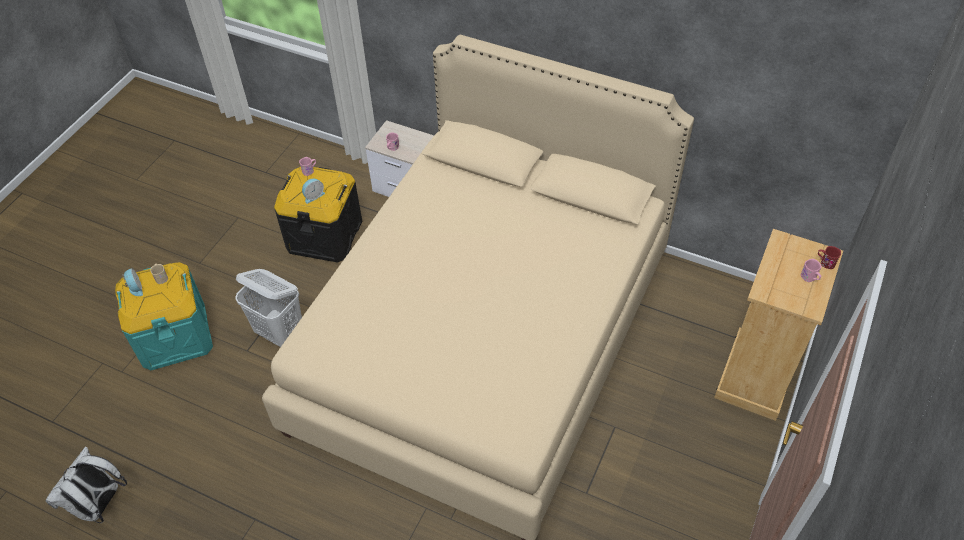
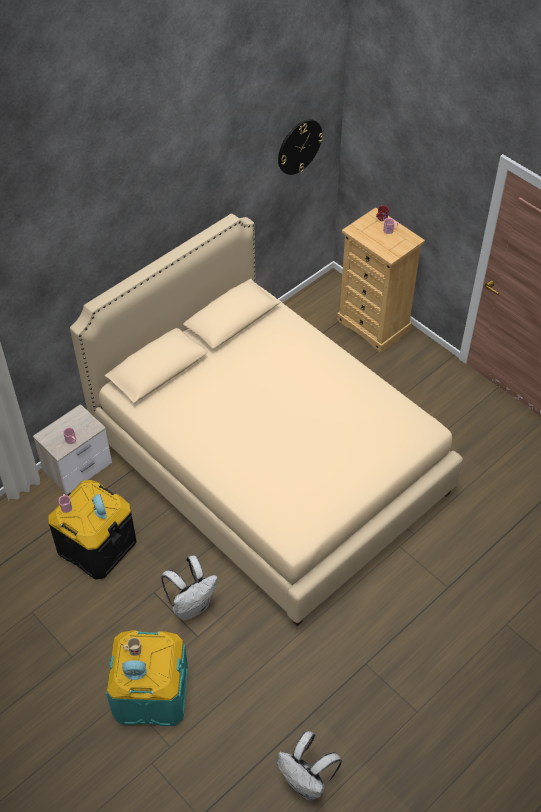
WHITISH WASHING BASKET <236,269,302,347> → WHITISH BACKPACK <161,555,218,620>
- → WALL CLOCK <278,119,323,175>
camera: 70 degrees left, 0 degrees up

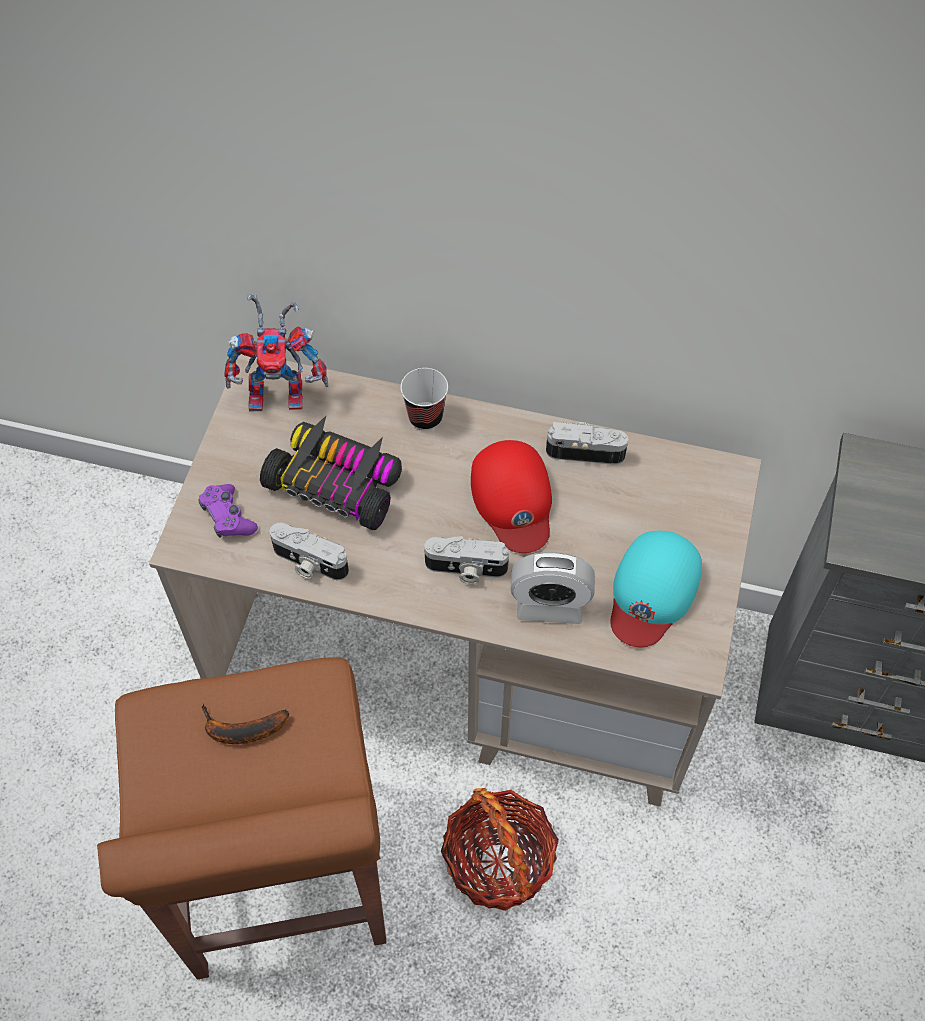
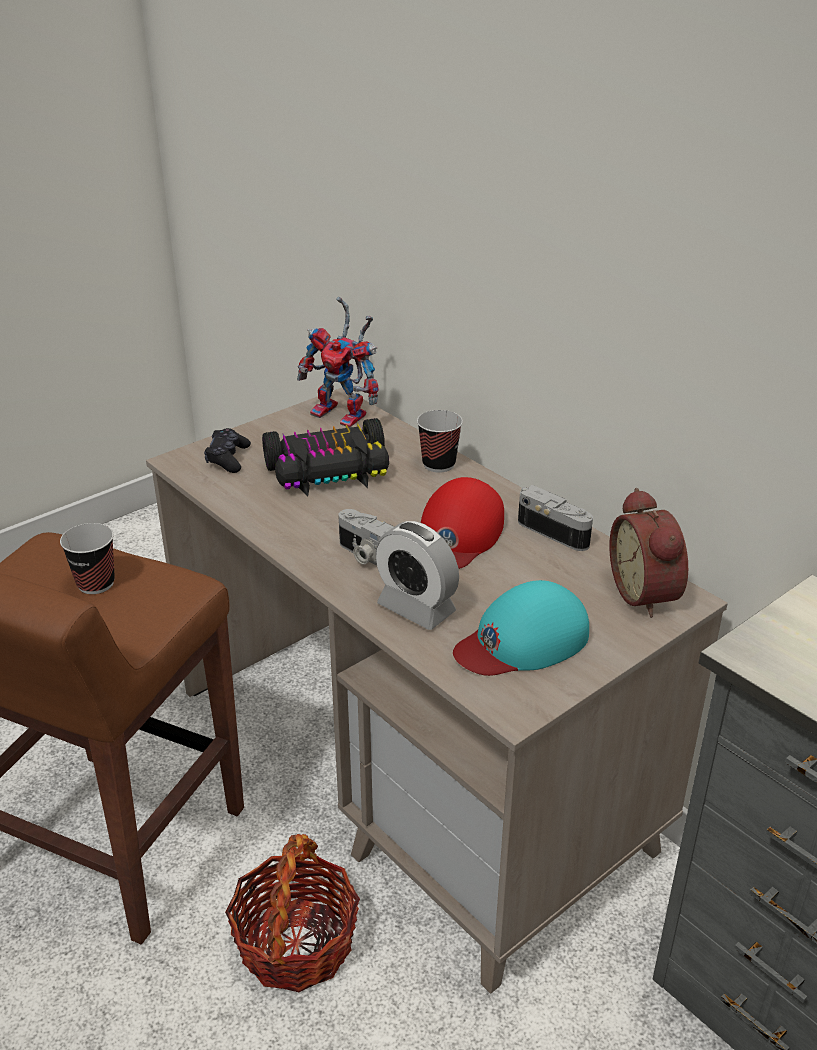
BANANA FRUIT <202,703,289,744> → SMALL CUP <60,523,115,594>
PURPLE-COLOURED GAME CONTROLLER <198,484,258,538> → BLACK GAME CONTROLLER <204,428,251,473>
MODEL CAR <260,416,402,530> → MODEL CAR <262,418,389,497>, 105 degrees clockwise
- → ALARM CLOCK <609,488,688,618>
STILL CAMERA <270,523,349,580> → -
camera: 35 degrees right, 25 degrees down

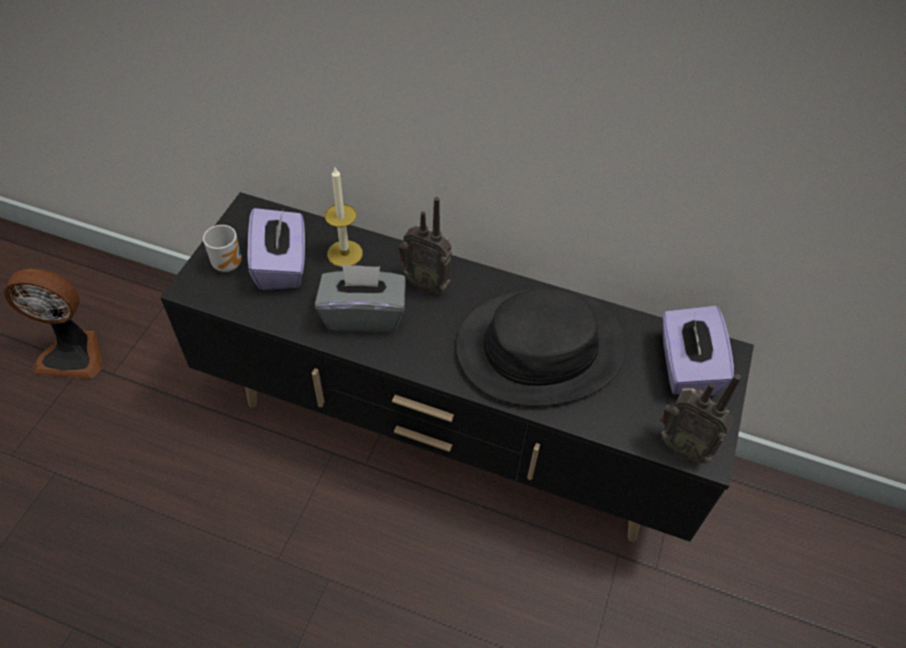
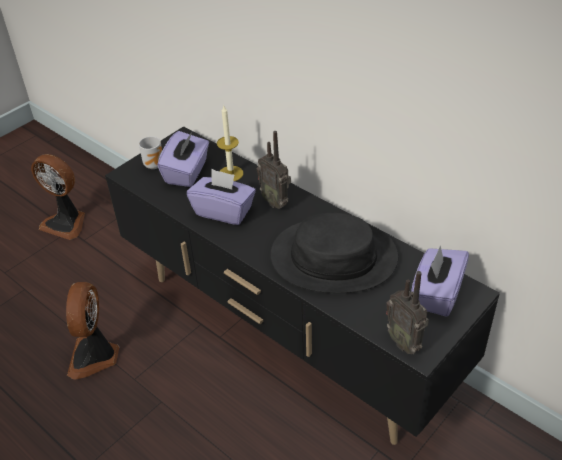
- → ELECTRIC FAN <66,282,119,380>
GREY TISSUE BOX <315,264,406,332> → PURPLE-COLOURED TISSUE BOX <187,169,256,225>
camera: 25 degrees right, 10 degrees down

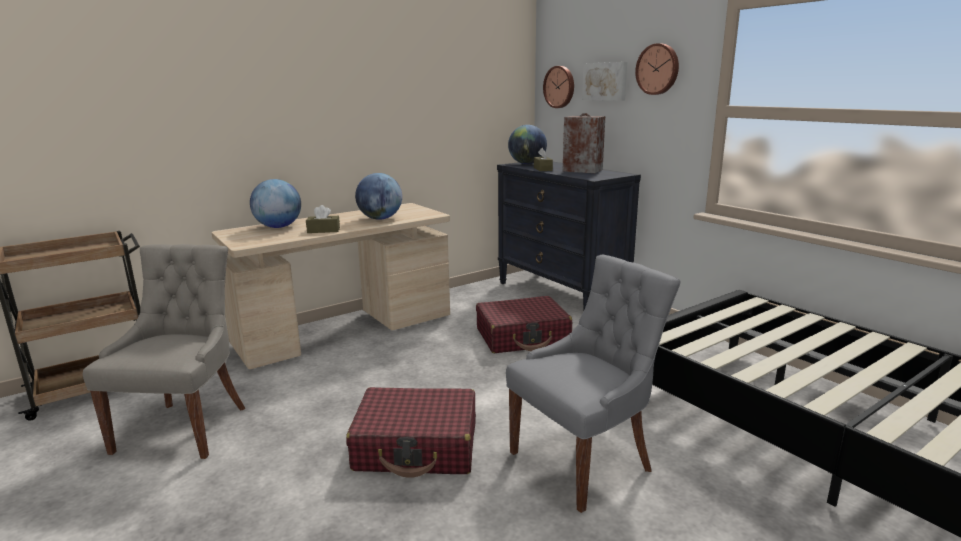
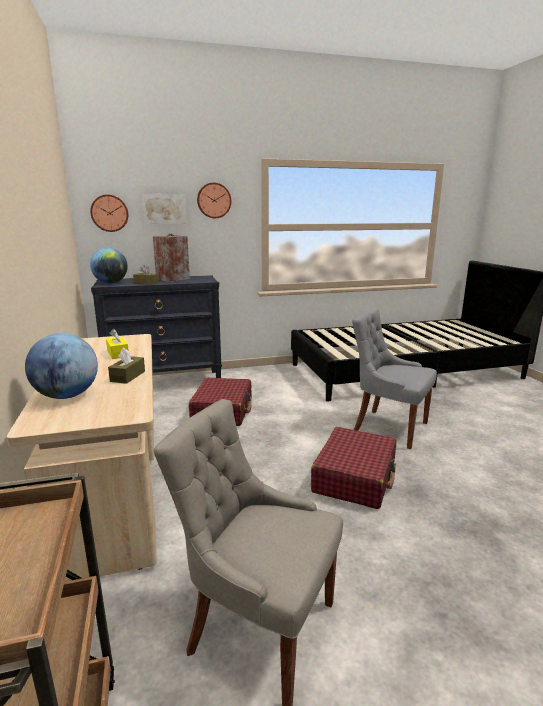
GLOBE <355,173,402,220> → YELLOW TISSUE BOX <106,329,129,359>
GREY PLAIN CHAIR <506,255,681,513> → GREY PLAIN CHAIR <352,308,437,449>, 45 degrees counterclockwise
camera: 70 degrees left, 0 degrees up

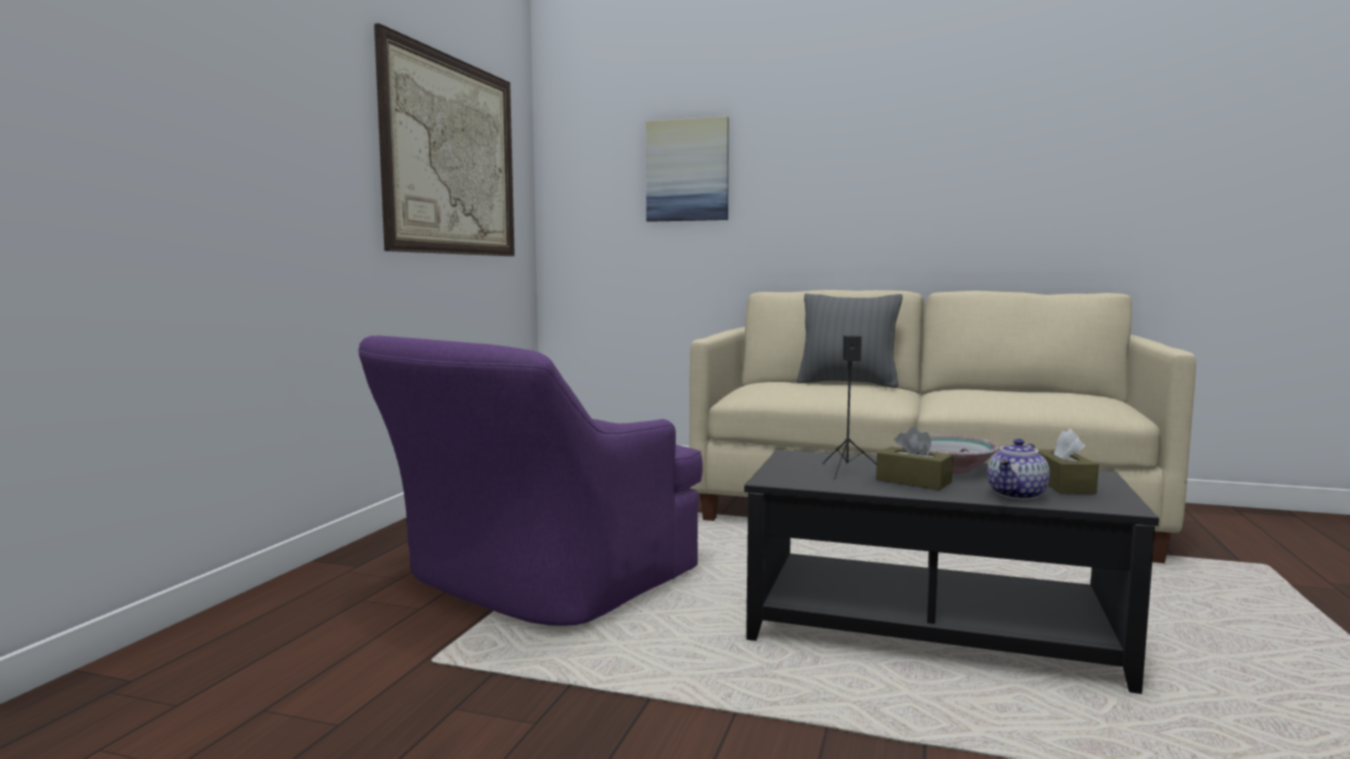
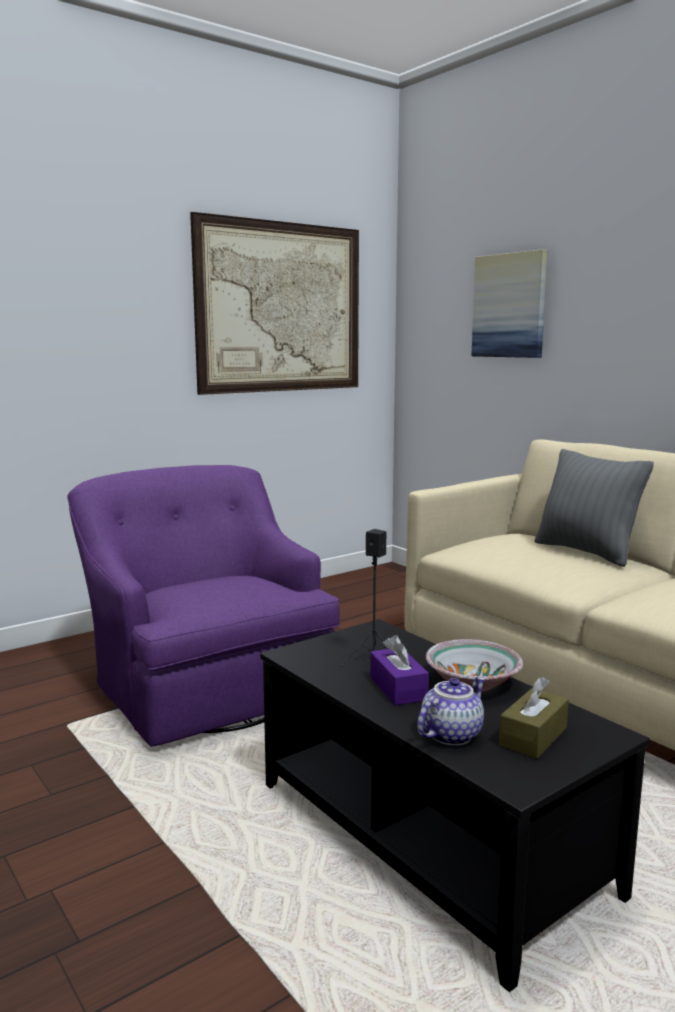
PURPLE-COLOURED EASY CHAIR <358,335,703,626> → PURPLE-COLOURED EASY CHAIR <67,465,340,747>, 75 degrees clockwise
BROWN TISSUE BOX <876,427,953,490> → PURPLE-COLOURED TISSUE BOX <370,635,429,705>
TEAPOT <987,439,1050,500> → TEAPOT <417,677,486,746>, 150 degrees clockwise
camera: 35 degrees right, 5 degrees up

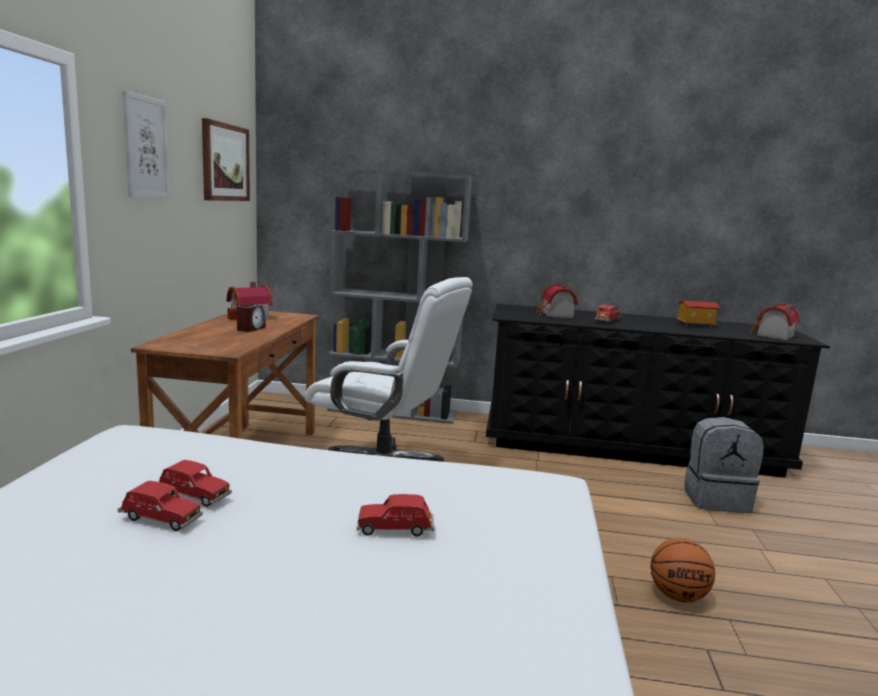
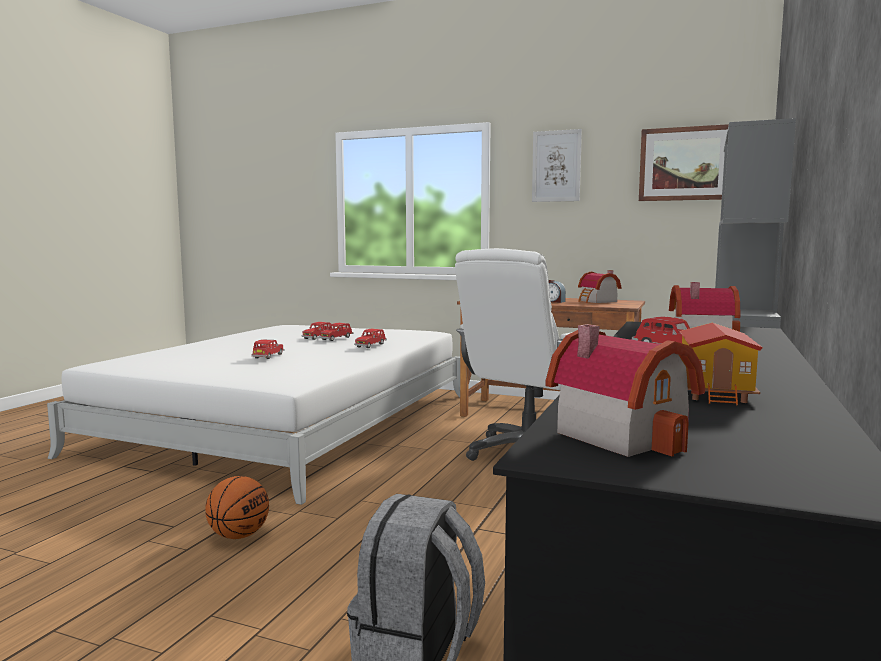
- → RED-COLOURED MODEL CAR <354,329,387,348>
camera: 105 degrees right, 5 degrees down

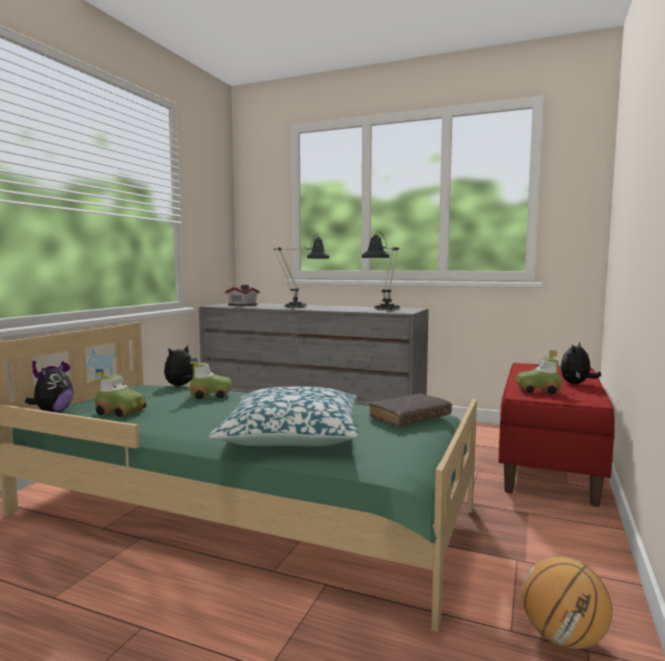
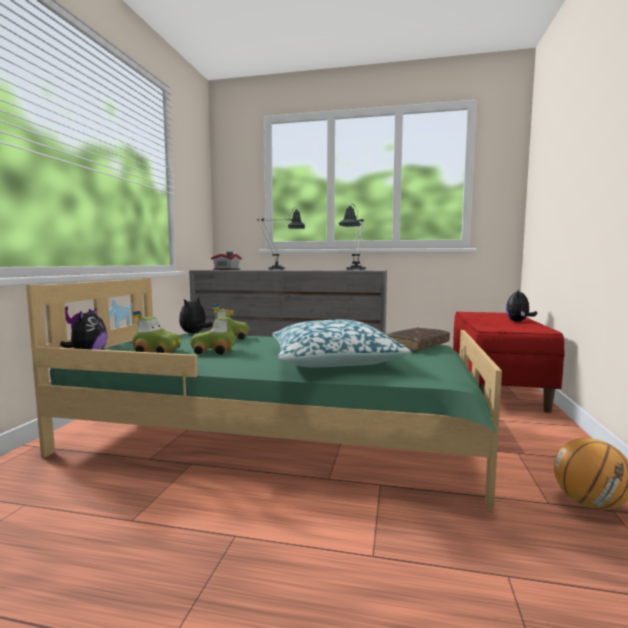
MODEL CAR <516,350,562,395> → MODEL CAR <190,309,235,355>, shifted
camera: 10 degrees left, 0 degrees up

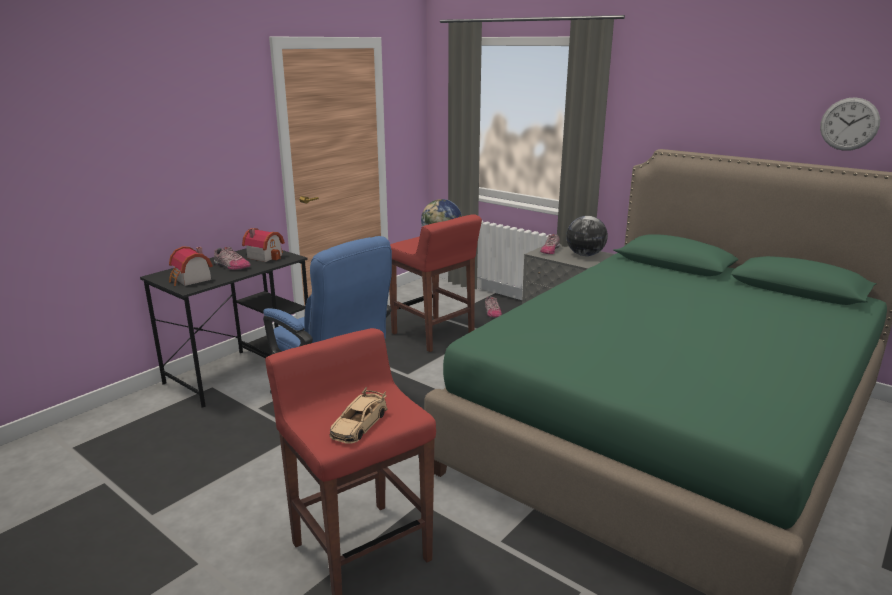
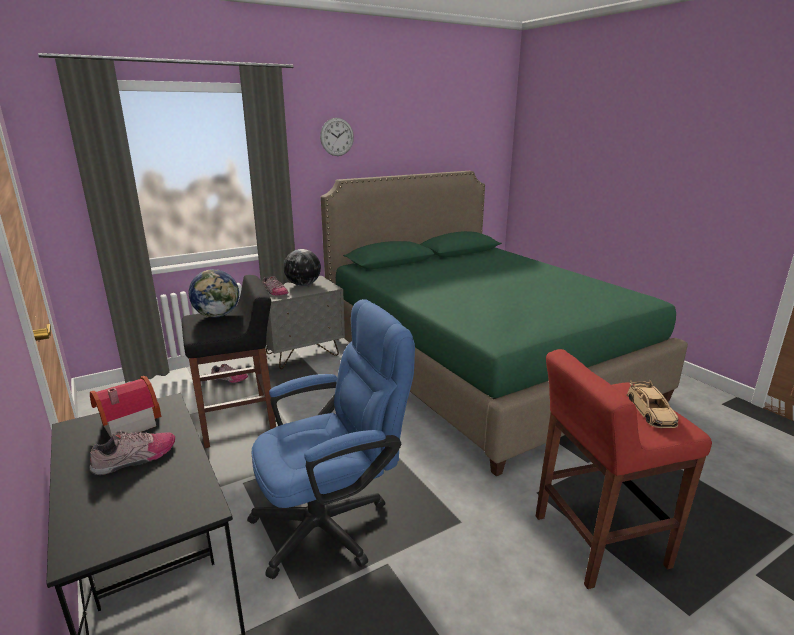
RED-COLOURED STOOL SEAT <389,214,482,352> → BLACK STOOL SEAT <182,275,276,448>
WALL CLOCK <820,97,880,151> → WALL CLOCK <320,118,354,156>, shifted
BEIGE MODEL CAR <330,387,388,444> → BEIGE MODEL CAR <626,380,679,428>, 45 degrees clockwise
TOY HOUSE <169,246,213,286> → -
camera: 70 degrees left, 0 degrees up

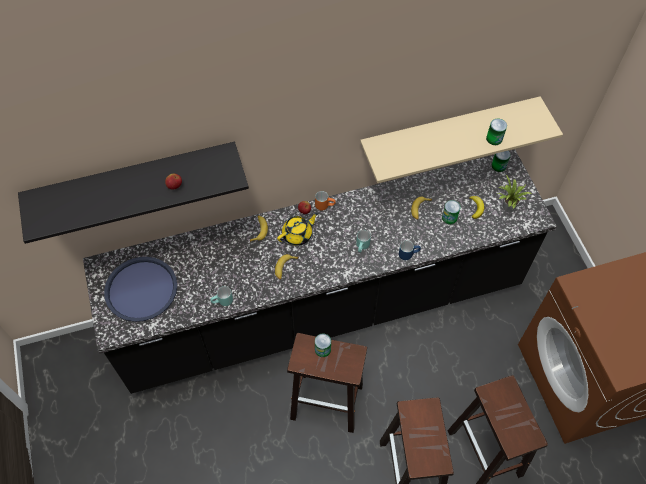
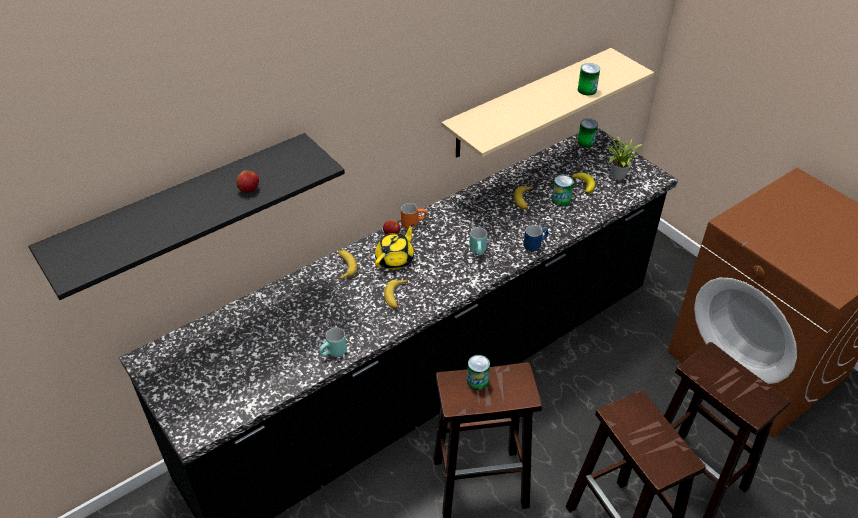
BLUISH SERVING TRAY <104,257,177,322> → -
camera: 20 degrees left, 15 degrees down

